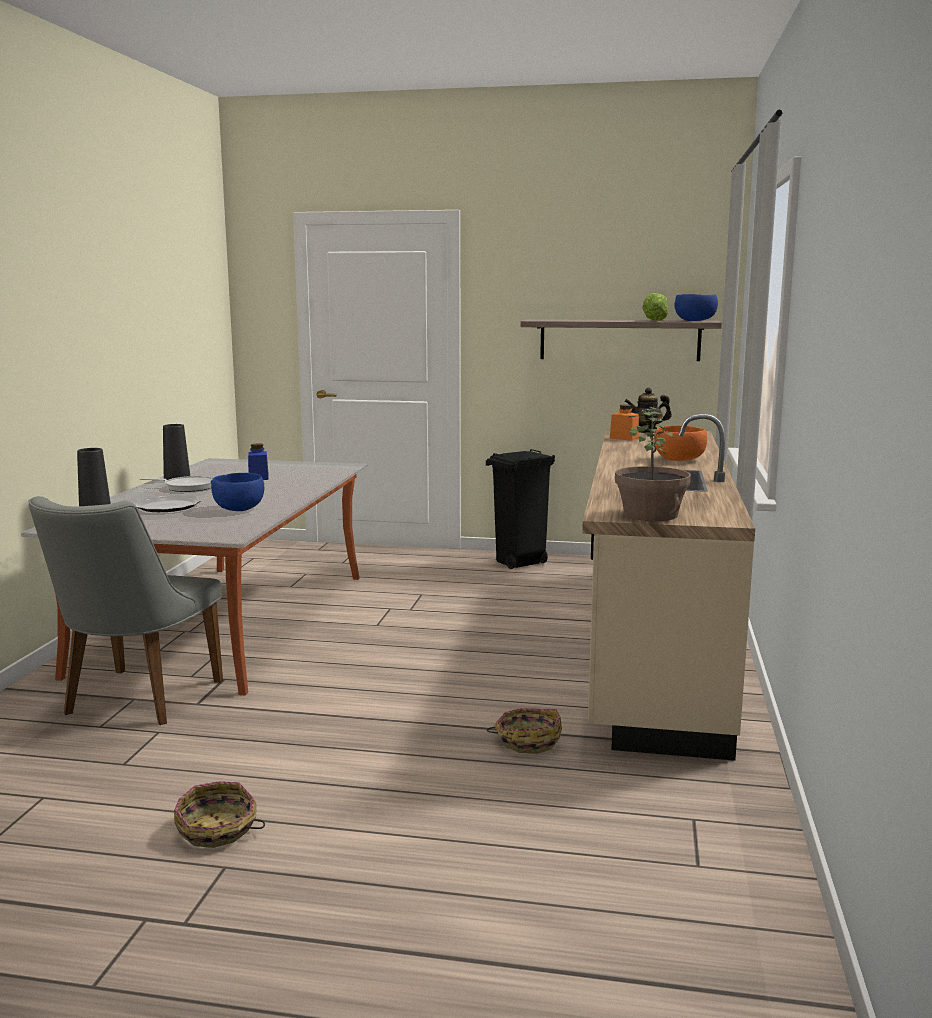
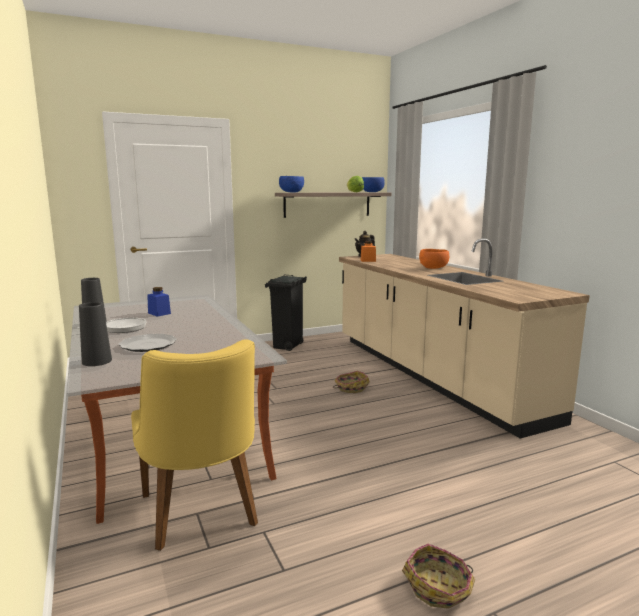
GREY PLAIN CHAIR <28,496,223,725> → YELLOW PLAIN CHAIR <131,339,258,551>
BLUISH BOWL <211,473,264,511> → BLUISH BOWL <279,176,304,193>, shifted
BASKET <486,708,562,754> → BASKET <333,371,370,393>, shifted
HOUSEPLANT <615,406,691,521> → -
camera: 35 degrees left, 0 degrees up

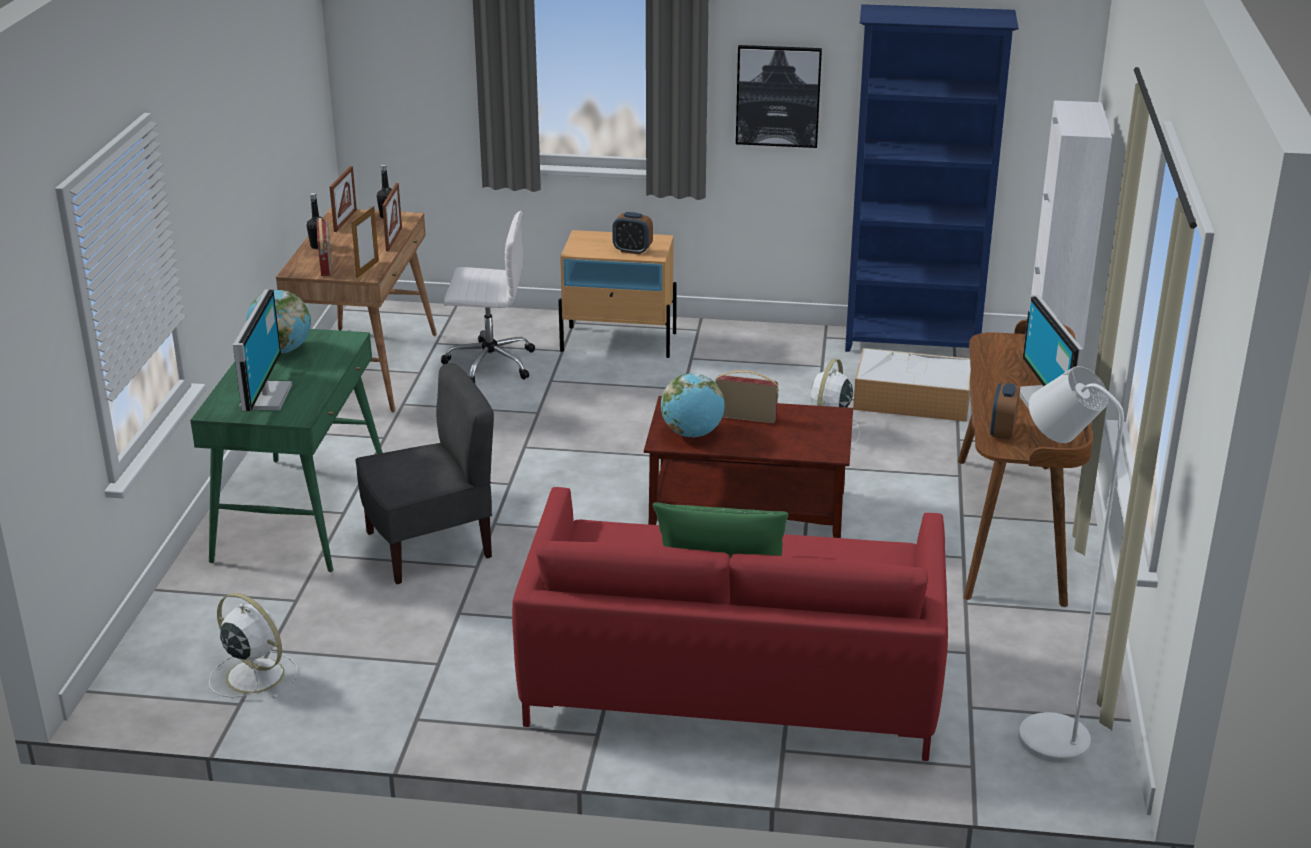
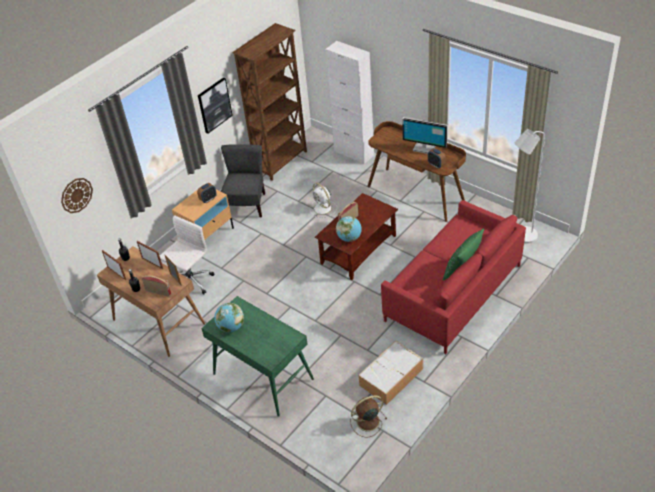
- → WALL CLOCK <61,178,93,213>
GREY PLAIN CHAIR <356,363,494,584> → GREY PLAIN CHAIR <221,144,265,217>, shifted
BLUISH SHELVING UNIT <845,4,1019,352> → BROWN SHELVING UNIT <232,23,307,181>
WHITISH ELECTRIC FAN <209,593,298,699> → BROWN ELECTRIC FAN <350,396,387,438>
STORAGE BIN <853,348,971,422> → STORAGE BIN <359,341,423,405>, shifted
COMPUTER SCREEN <233,289,292,412> → -
camera: 55 degrees left, 15 degrees up

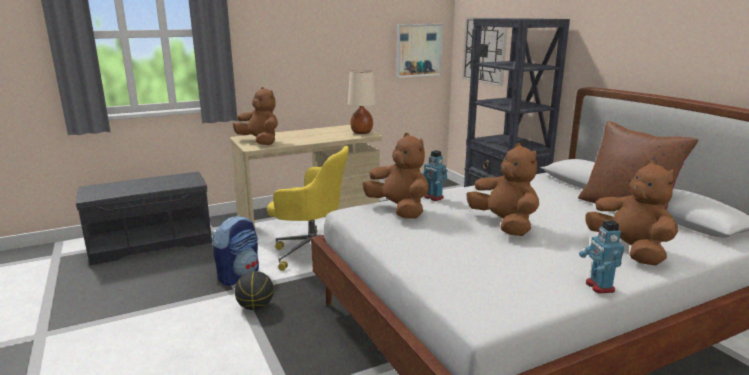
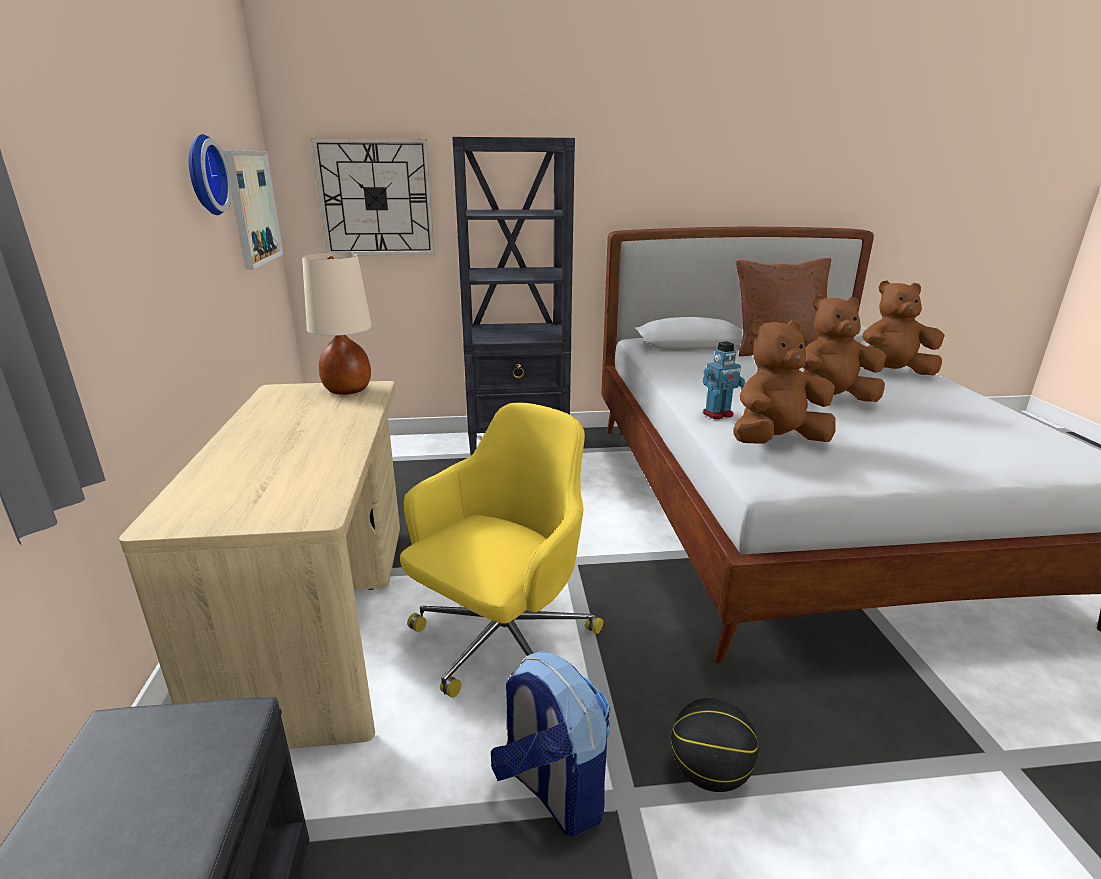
- → WALL CLOCK <189,134,231,215>
BROWN CUDDLY TOY <233,87,278,145> → -
MODEL ROBOT <579,220,624,294> → -
camera: 70 degrees left, 5 degrees up

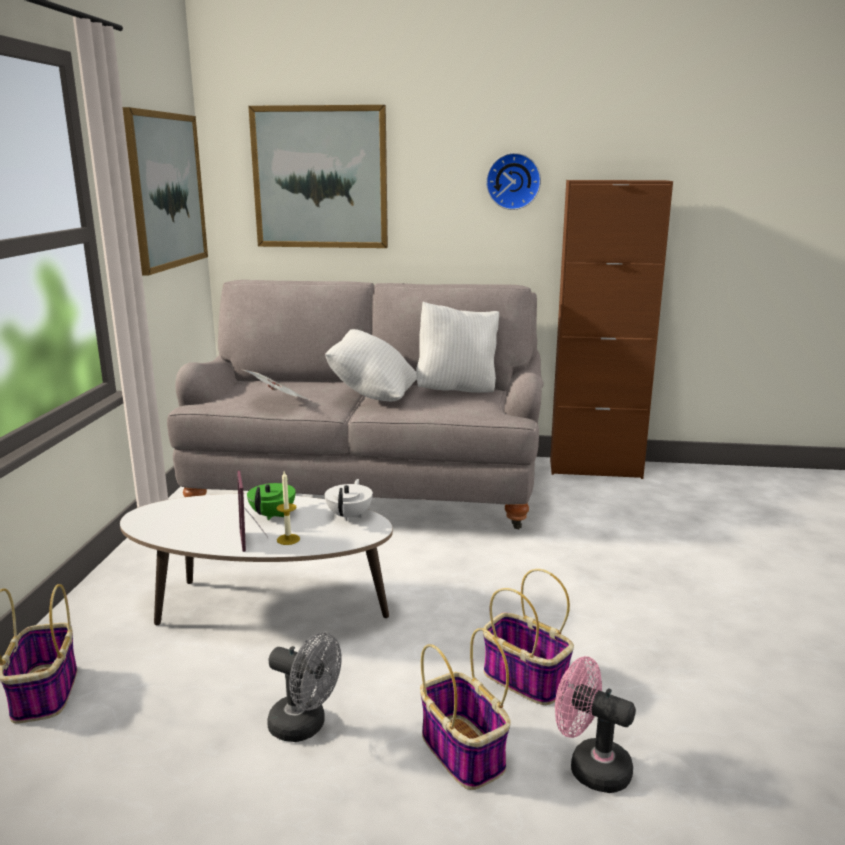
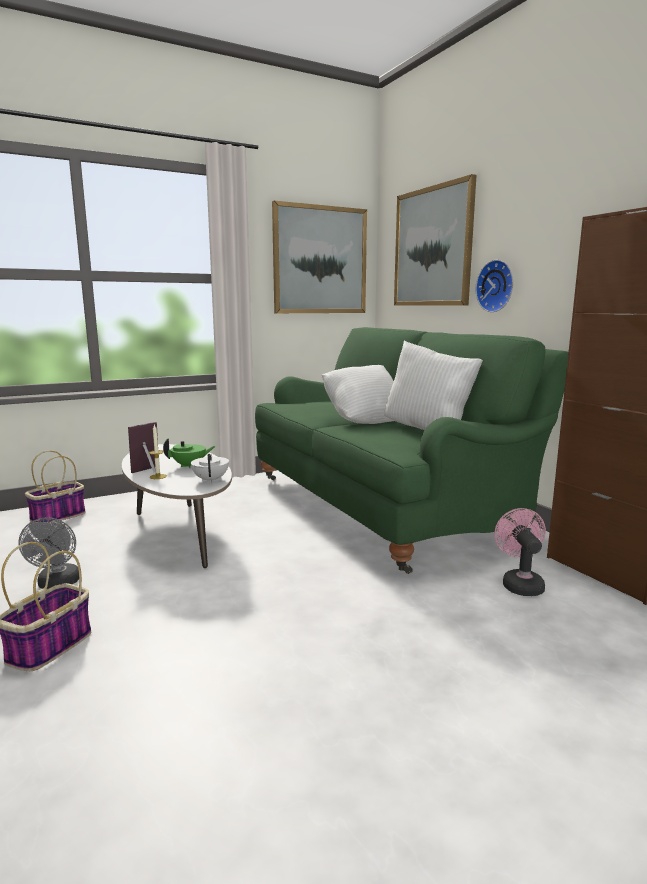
WHITISH TEAPOT <325,479,373,521> → WHITISH TEAPOT <191,454,229,483>, 75 degrees counterclockwise
GREY SOFA <167,280,544,529> → GREEN-COLOURED SOFA <255,327,568,574>
WALL CLOCK <486,153,541,210> → WALL CLOCK <475,260,513,312>, shifted
PINK ELECTRIC FAN <555,656,636,793> → PINK ELECTRIC FAN <494,508,546,596>, shifted
PRINTED PAPER <243,370,310,400> → -
BASKET <483,569,574,705> → -
camera: 55 degrees right, 5 degrees down

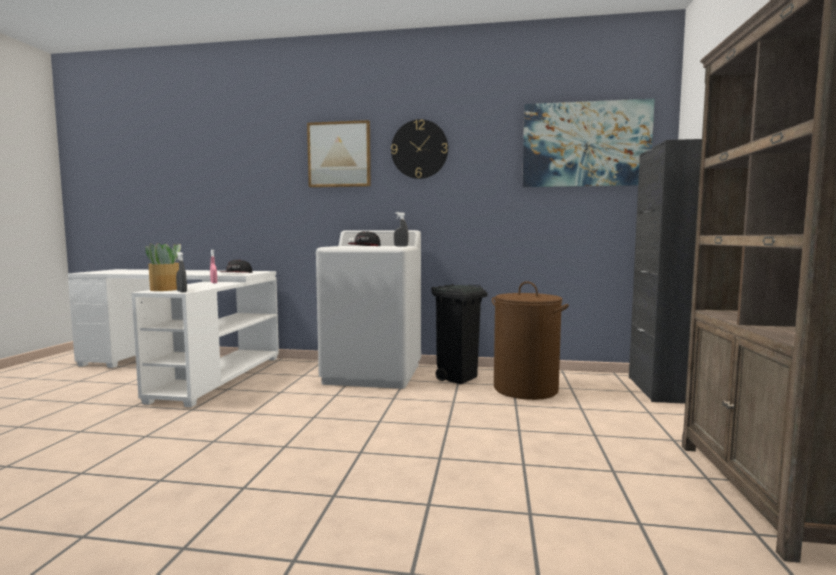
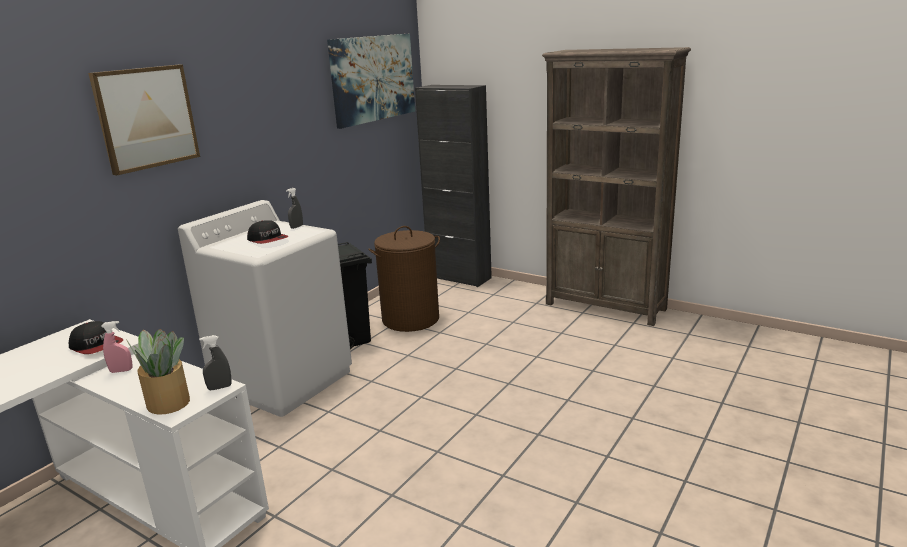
WALL CLOCK <391,119,448,179> → -
camera: 65 degrees left, 15 degrees up

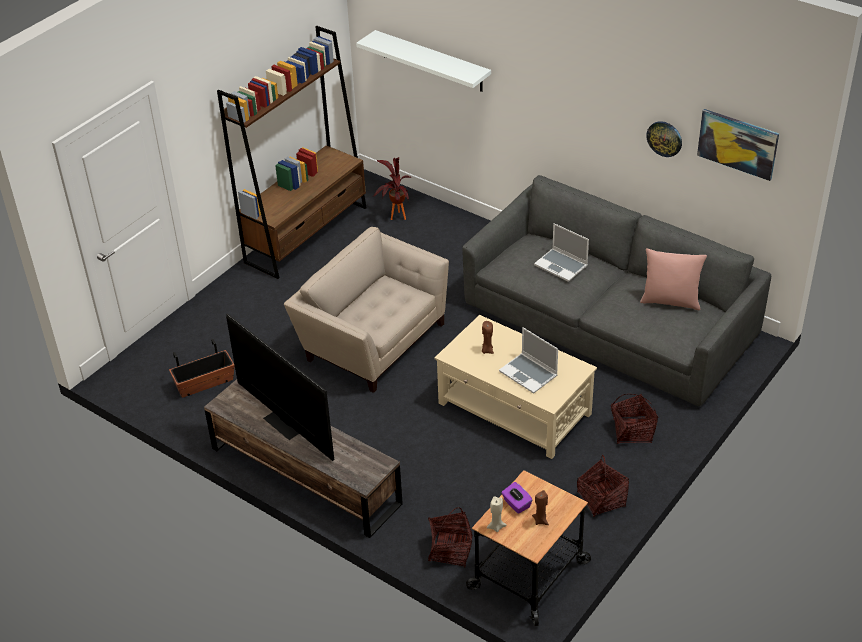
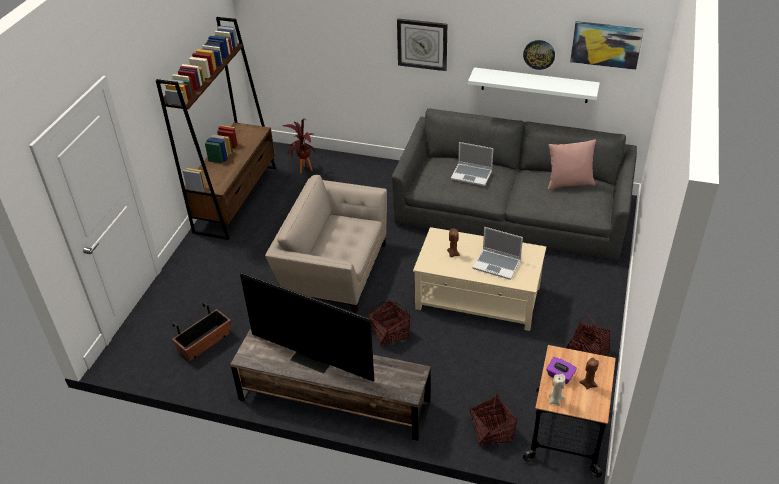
BASKET <611,394,658,444> → BASKET <368,300,410,347>, shifted
- → WALL CLOCK <397,18,447,71>
WHITISH BRACKET SHELF <356,30,491,92> → WHITISH BRACKET SHELF <468,67,600,103>, shifted
camera: 20 degrees left, 0 degrees up

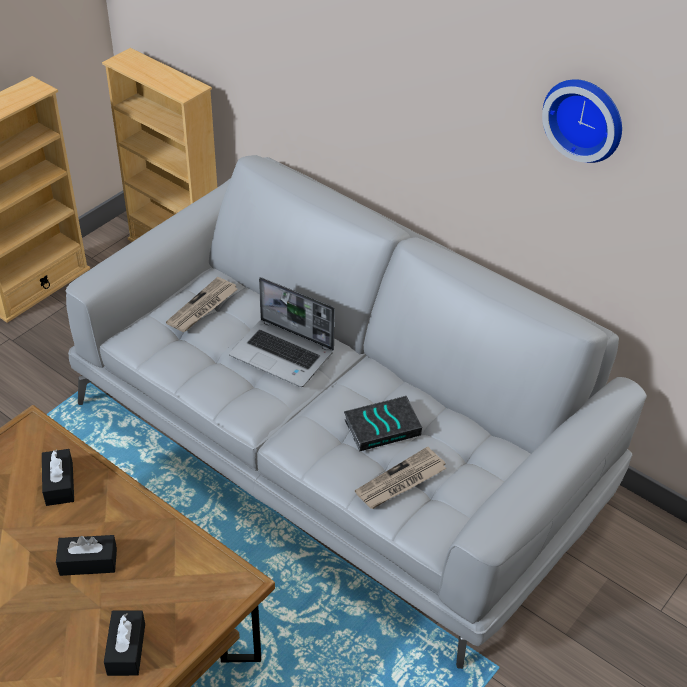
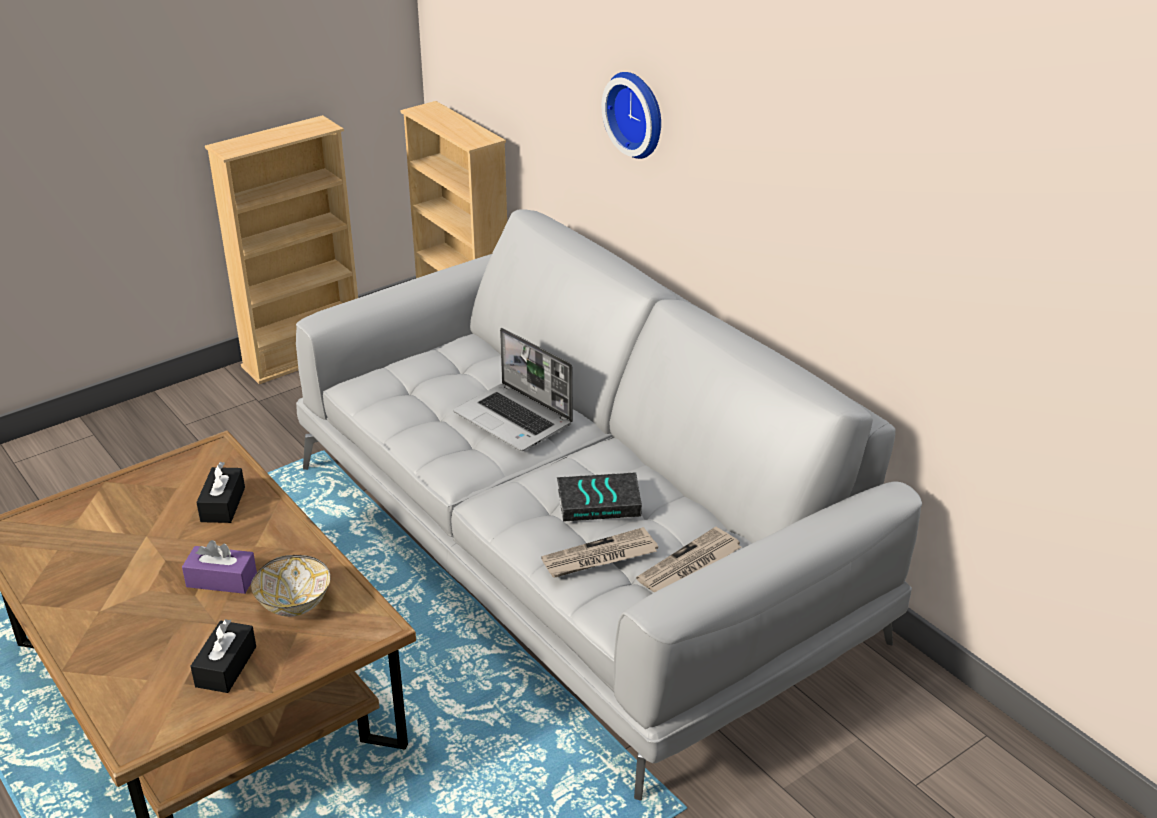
BLACK TISSUE BOX <56,535,117,576> → PURPLE-COLOURED TISSUE BOX <182,540,257,594>
- → BOWL <251,555,331,617>
WALL CLOCK <542,79,622,163> → WALL CLOCK <602,72,661,159>, shifted
PRINTED PAPER <166,277,238,332> → PRINTED PAPER <636,527,741,592>, shifted
camera: 15 degrees right, 10 degrees down

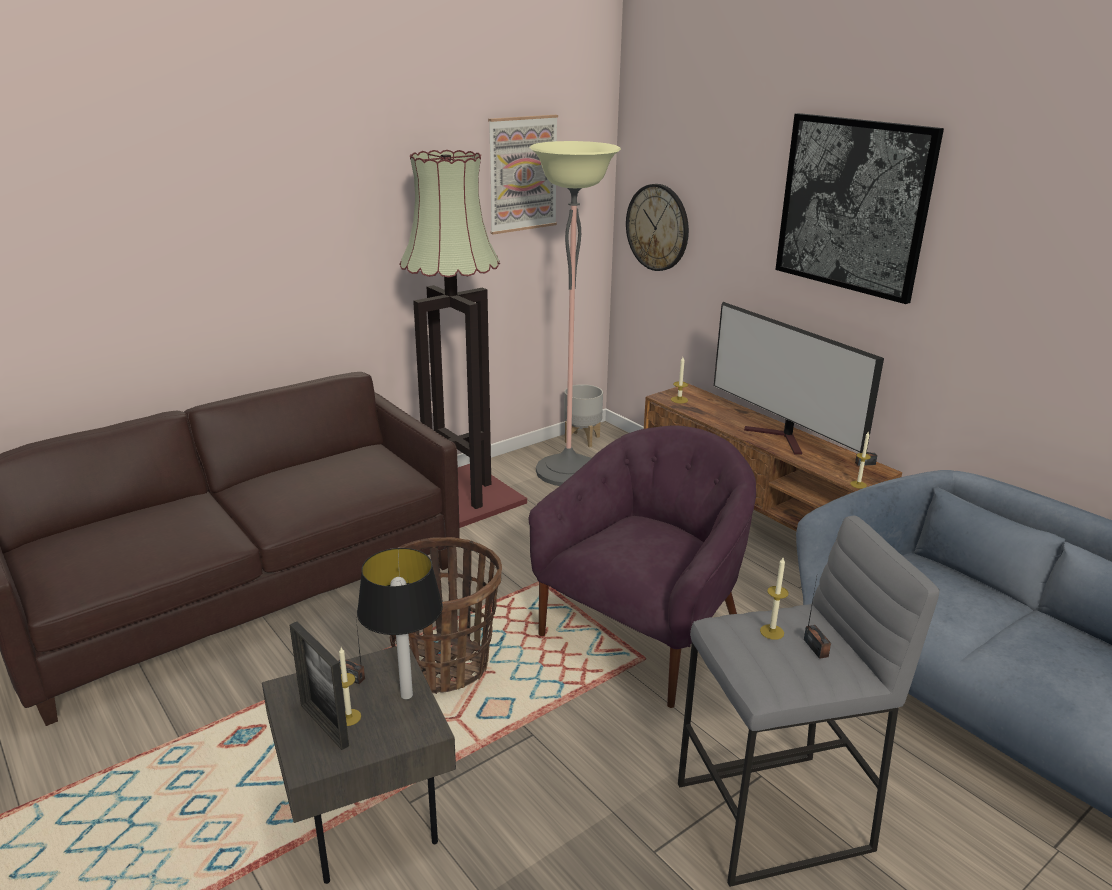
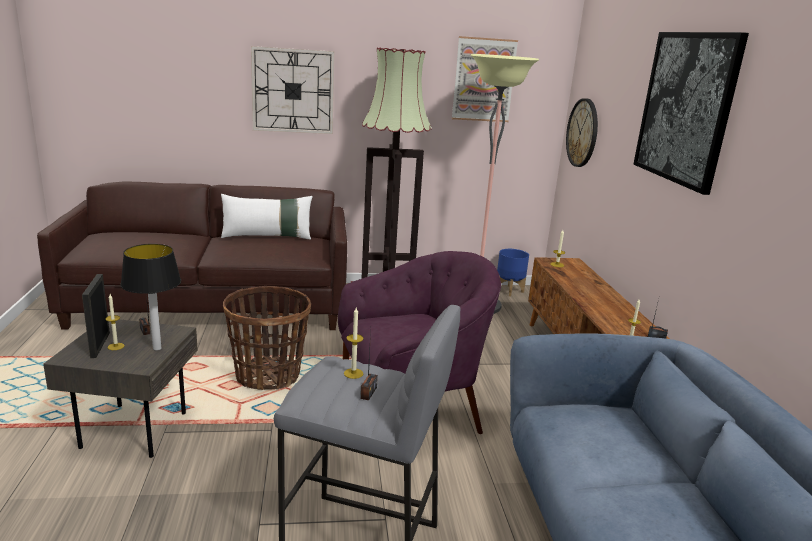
- → WHITISH PILLOW <221,194,312,240>
- → WALL CLOCK <251,46,334,134>
GREY PLANTER <564,384,603,448> → BLUISH PLANTER <497,249,529,297>
TV SET <714,302,884,455> → -
camera: 30 degrees right, 5 degrees down

